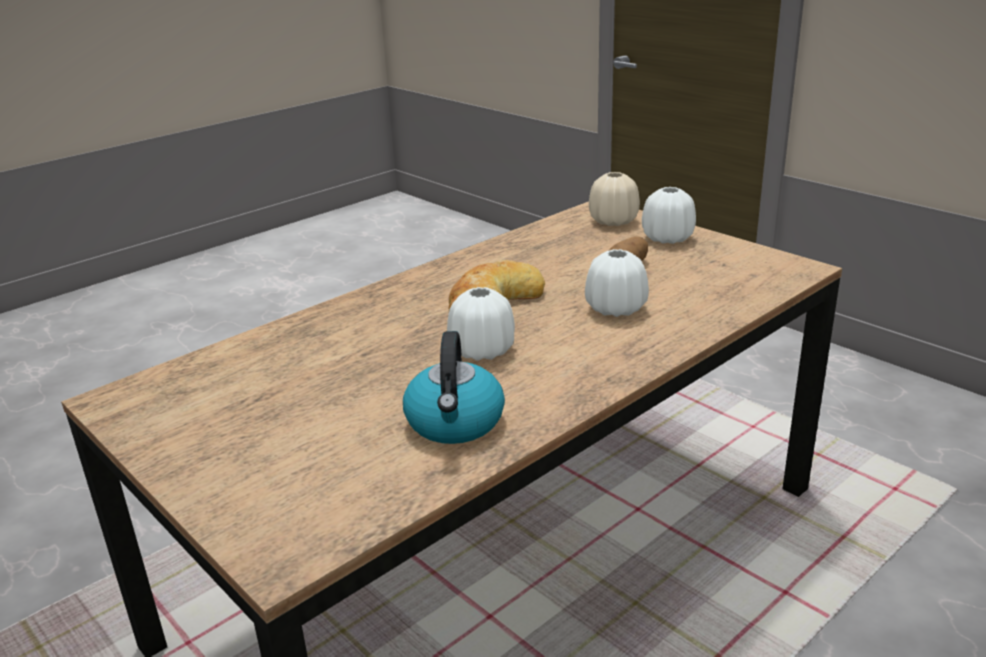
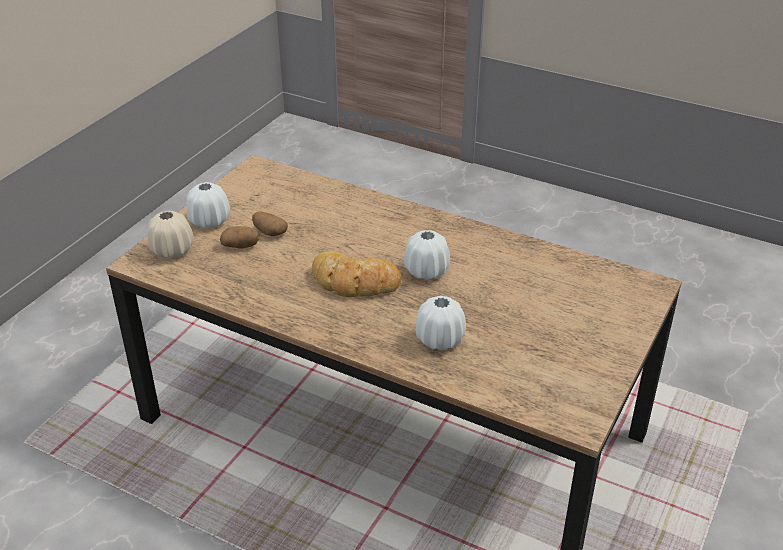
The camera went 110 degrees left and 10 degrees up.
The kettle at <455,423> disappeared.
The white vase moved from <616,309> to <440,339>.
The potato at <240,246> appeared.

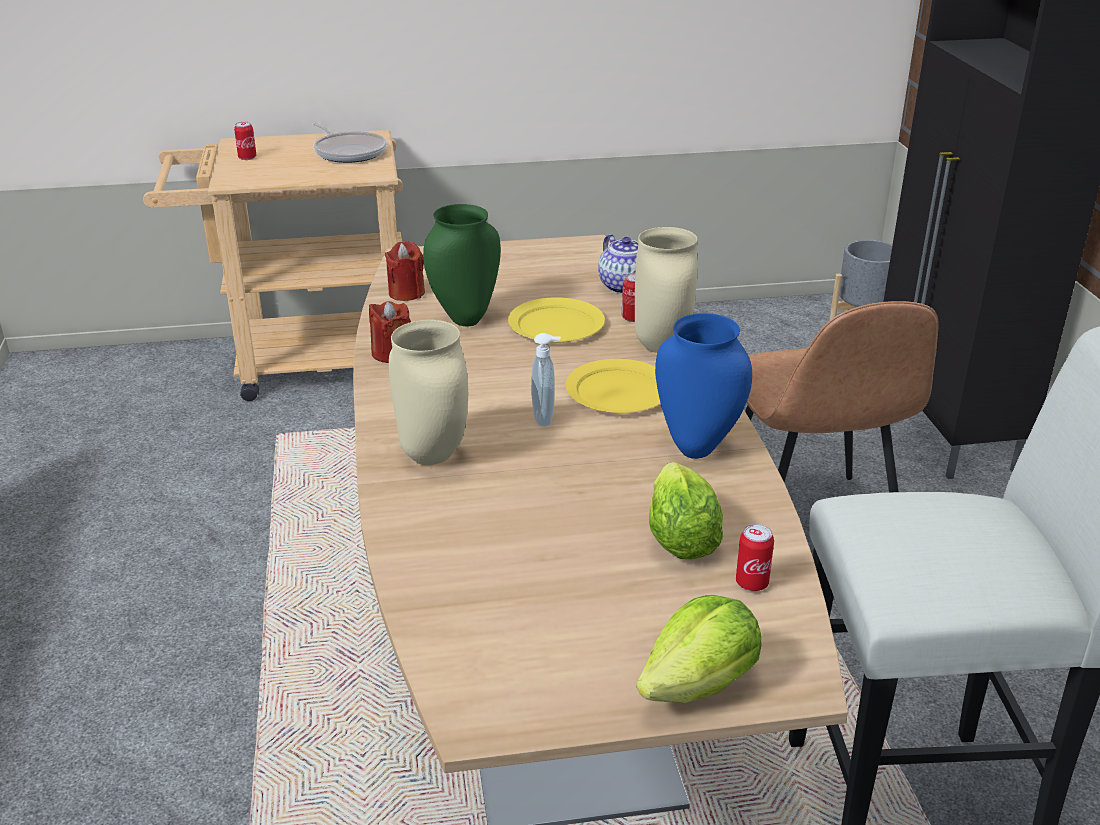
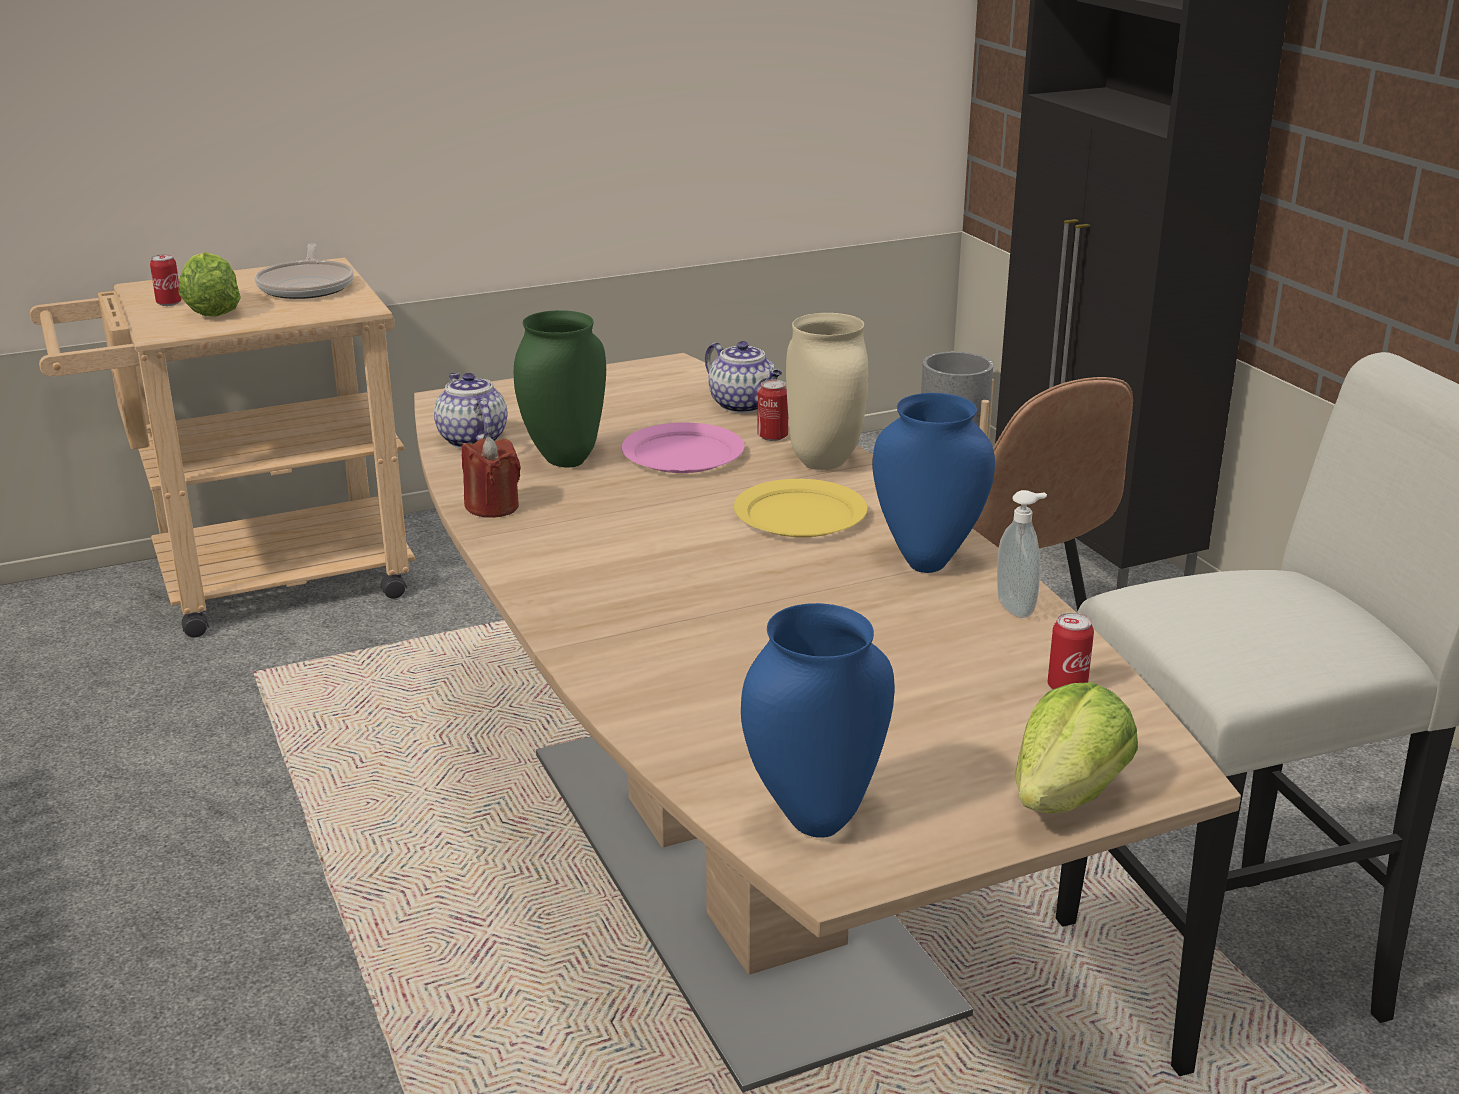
The camera went 15 degrees left and 5 degrees down.
The frying pan at <349,152> turned 45 degrees clockwise.
The red candle at <406,293> was replaced by the teapot at <471,439>.
The beige vase at <435,456> disappeared.
The yellow plate at <557,325> became the pink plate at <684,454>.
The soap dispenser moved from <545,418> to <1017,608>.
The lettuce moved from <680,538> to <211,310>.
The blue vase at <813,818> appeared.

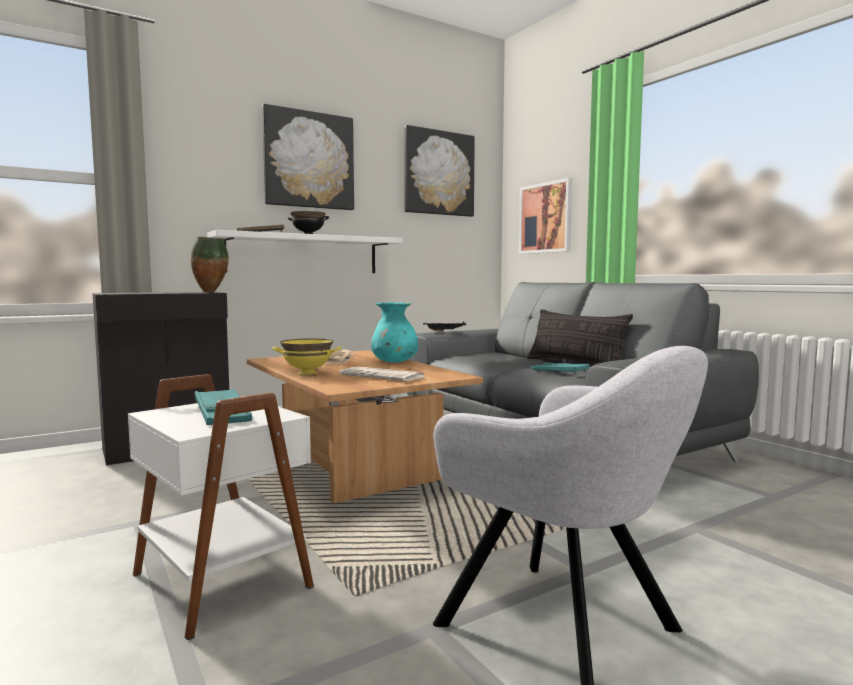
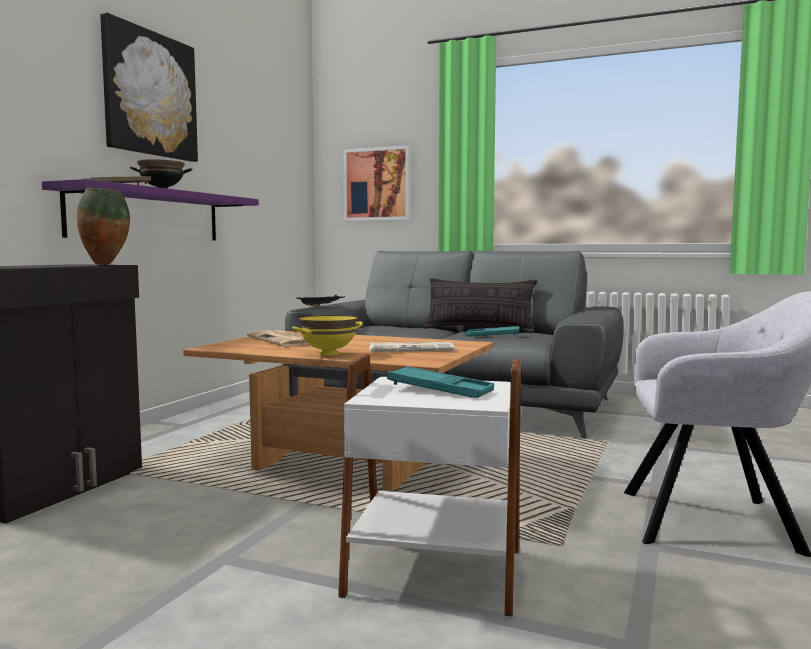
The camera went 35 degrees left and 0 degrees up.
The white shelf at <304,254> became the purple shelf at <148,215>.
The turquoise vase at <394,362> disappeared.
The picture at <438,173> disappeared.

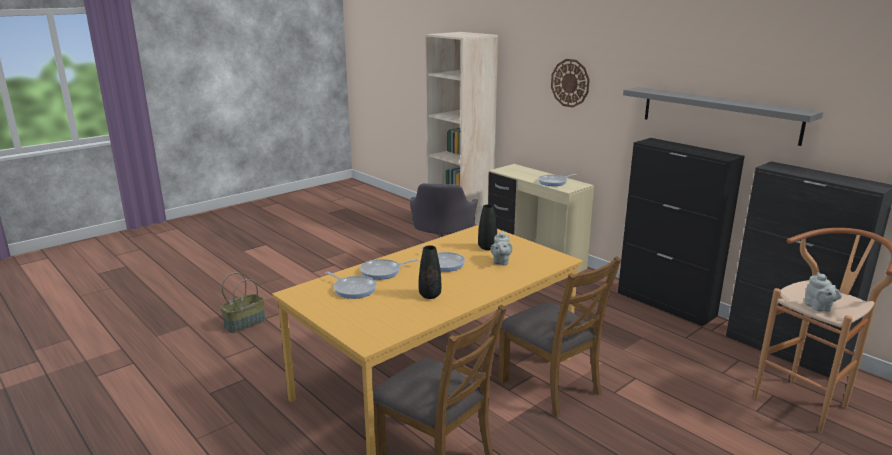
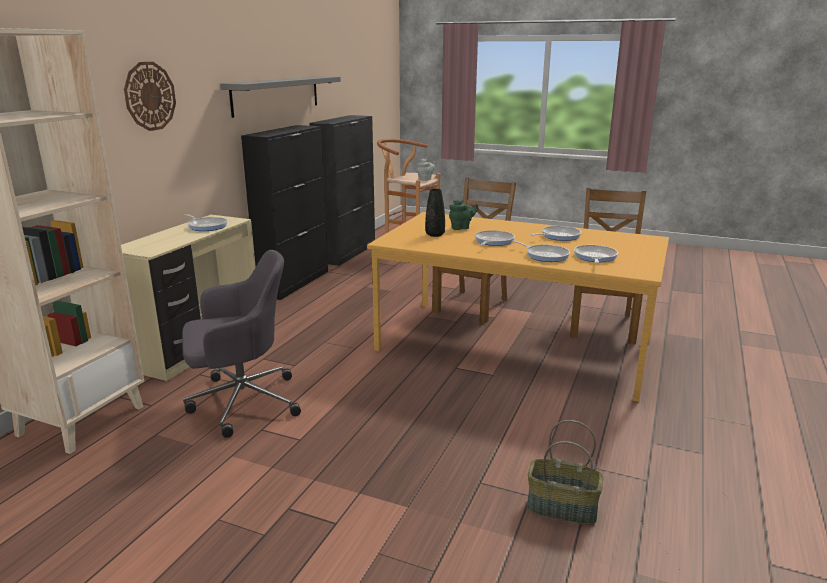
The camera went 115 degrees left and 0 degrees up.
The black vase at <430,295> was replaced by the frying pan at <558,236>.
The grey teapot at <500,262> became the green teapot at <461,228>.

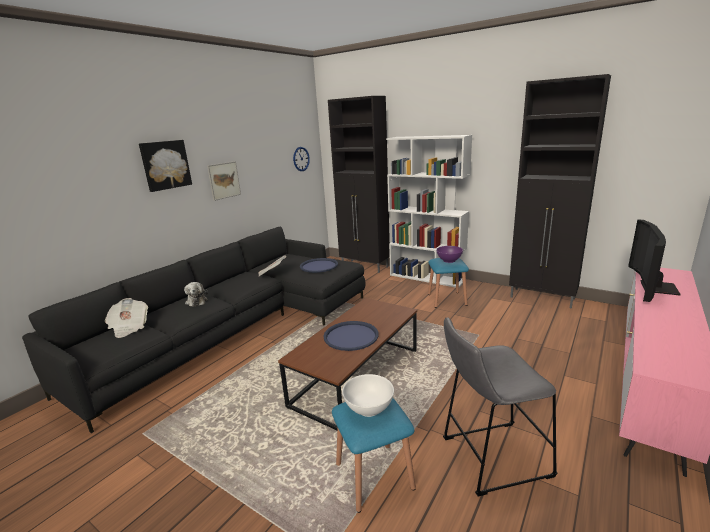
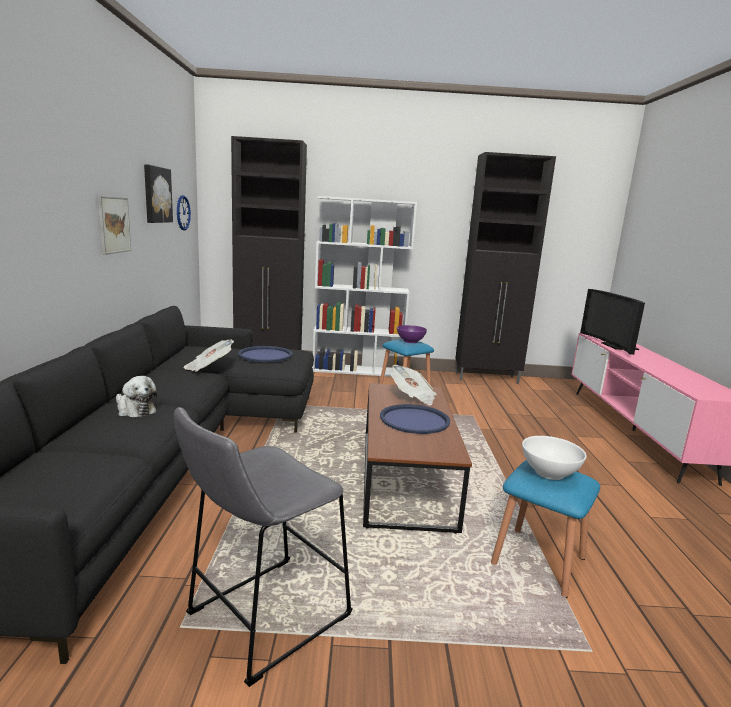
The camera went 35 degrees left and 5 degrees down.
The newspaper moved from <129,327> to <413,397>.
The picture moved from <165,165> to <156,195>.
The grey stool moved from <490,457> to <261,619>.

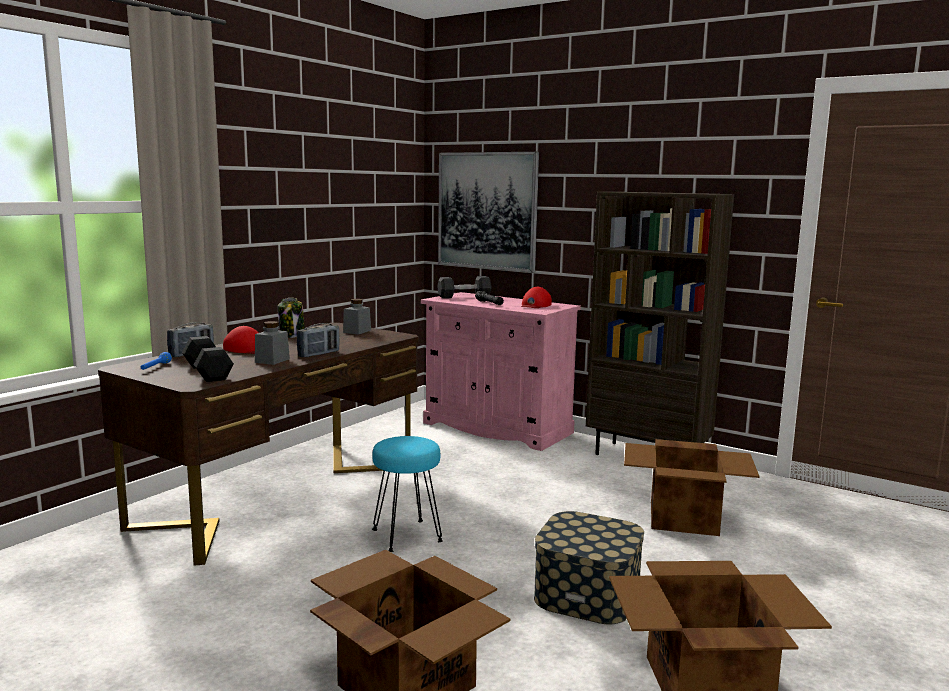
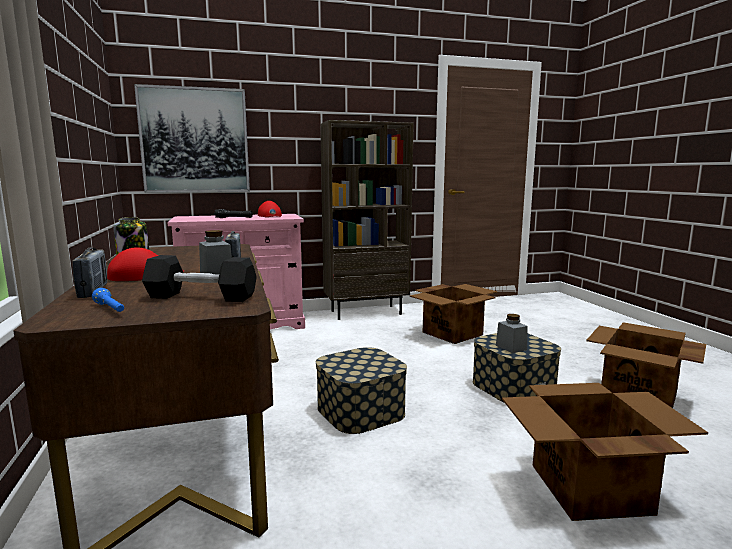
The camera went 50 degrees left and 0 degrees up.
The grey jar moved from <357,331> to <511,347>.
The turquoise stool at <406,536> was replaced by the storage box at <360,410>.
The black dumbbell at <464,296> disappeared.

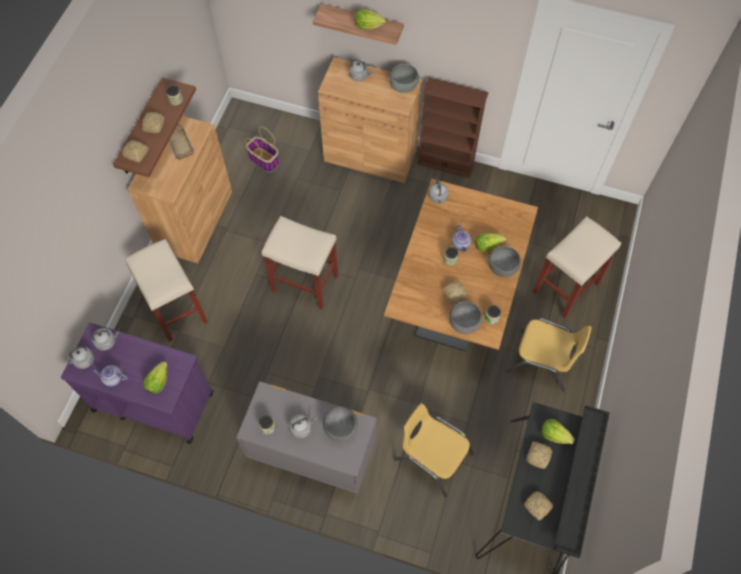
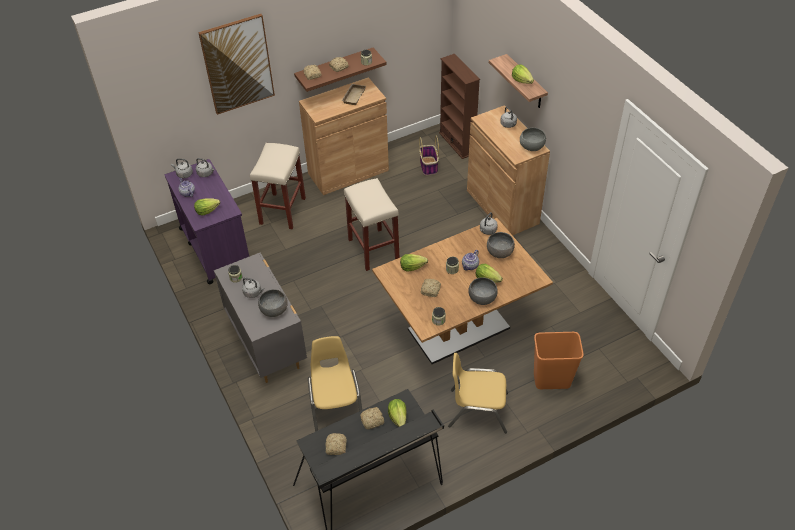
The camera went 45 degrees right and 15 degrees down.
The brown bookcase moved from <445,163> to <457,143>.
The grey bowl moved from <464,323> to <499,252>.
The yellow chair at <541,361> turned 120 degrees clockwise.
The beige stool at <566,287> was replaced by the orange trash can at <552,379>.
The picture at <237,64> appeared.
The lettuce at <412,267> appeared.

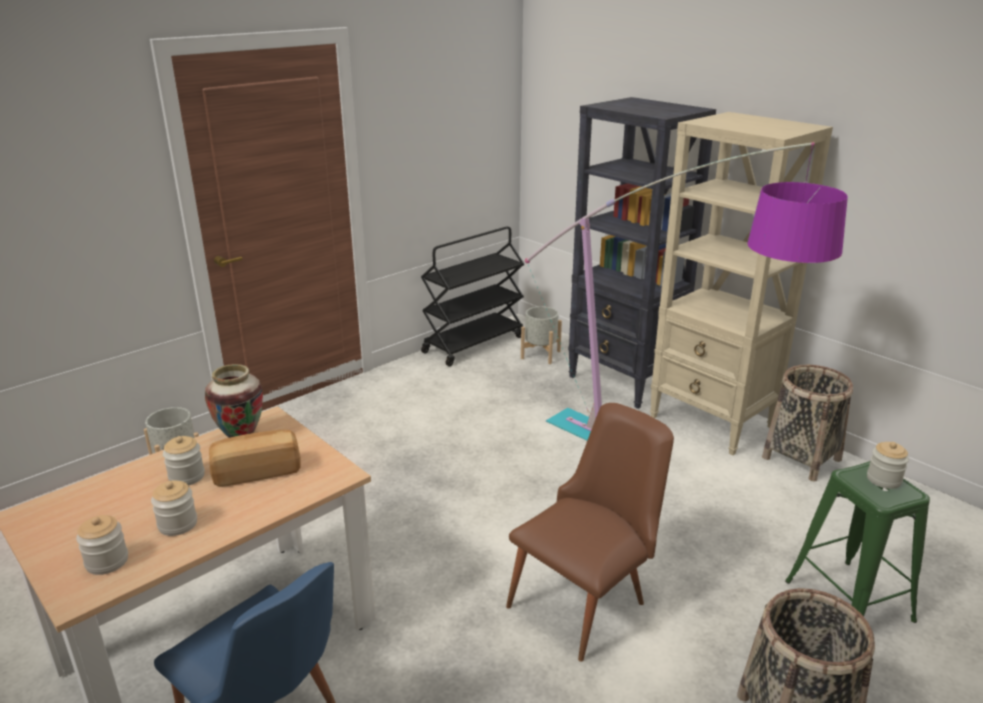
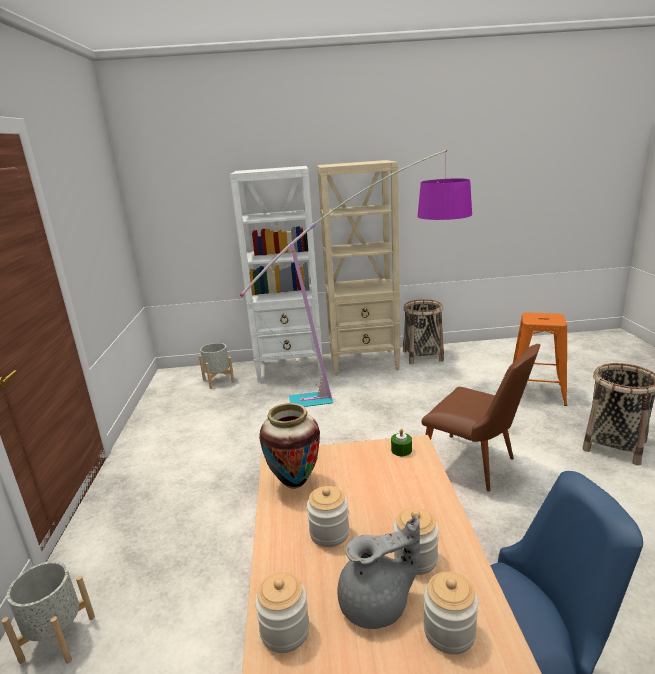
The camera went 50 degrees left and 5 degrees down.
The bread at <257,471> disappeared.
The black cart at <473,344> disappeared.
The brown chair at <587,600> turned 135 degrees clockwise.
The black bookcase at <625,381> became the white bookcase at <291,368>.
The green stool at <848,600> became the orange stool at <535,392>.
The jar moved from <883,479> to <285,631>.
The grey teapot at <377,604> appeared.
The green candle at <401,450> appeared.

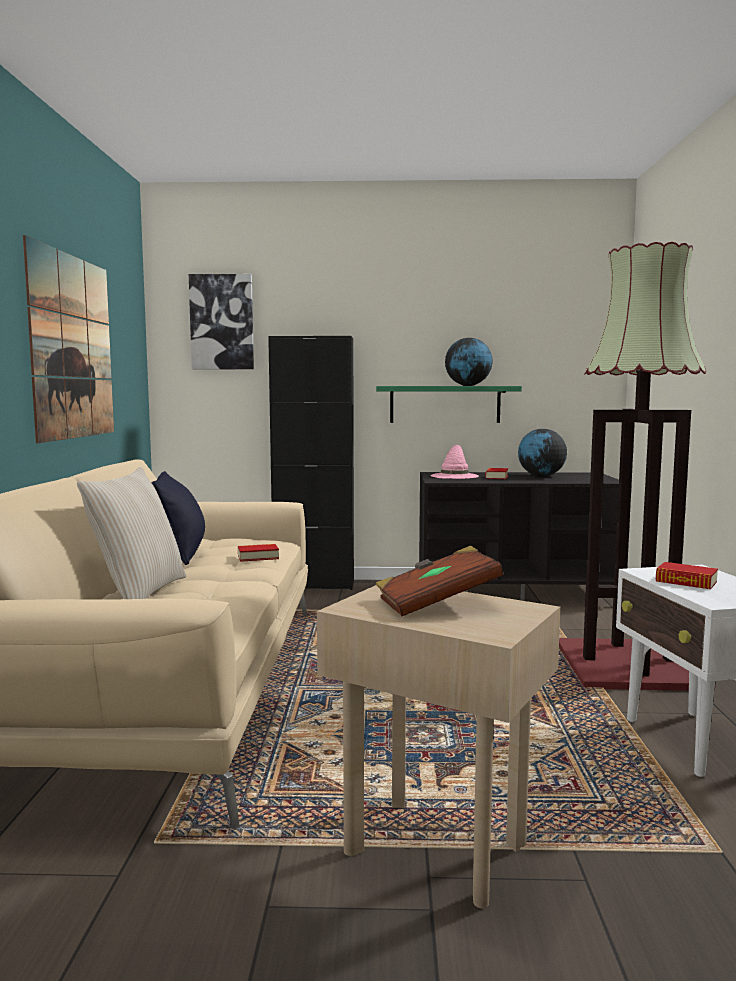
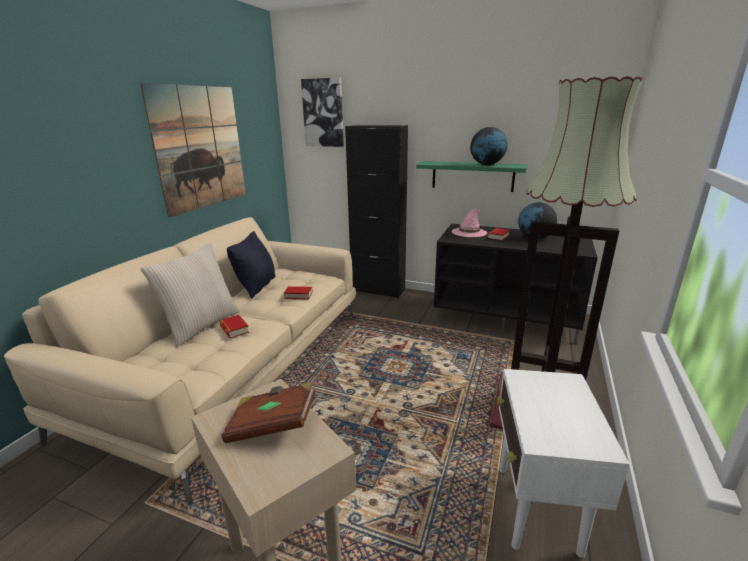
The camera went 20 degrees right and 15 degrees up.
The book moved from <686,582> to <234,329>.

